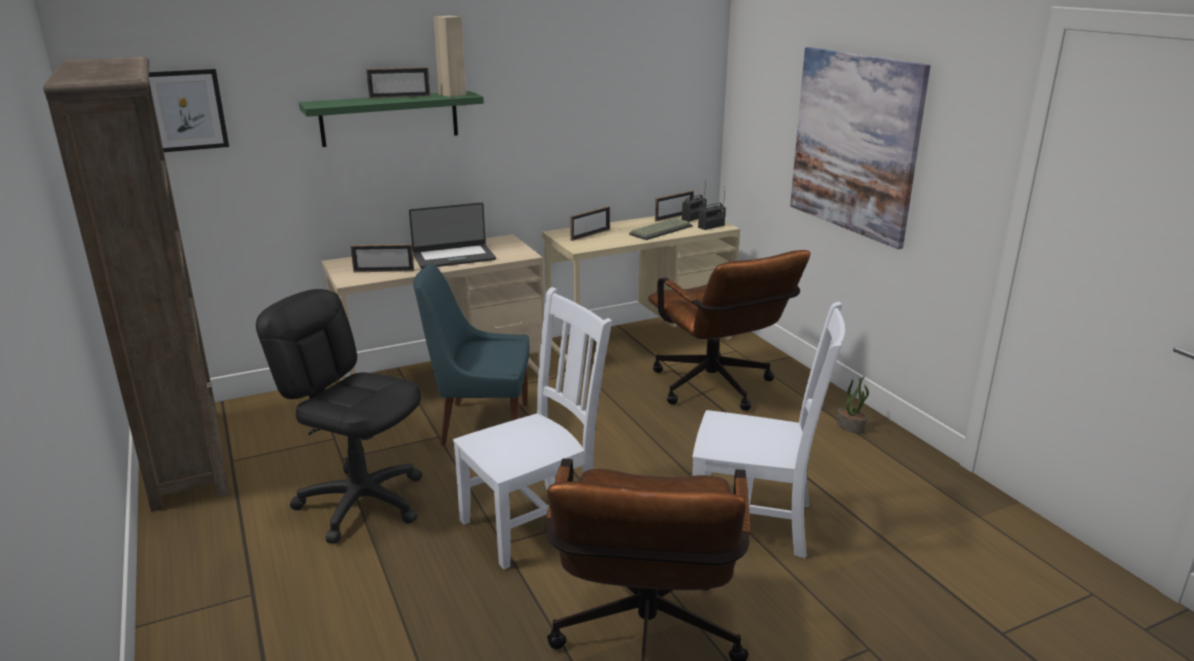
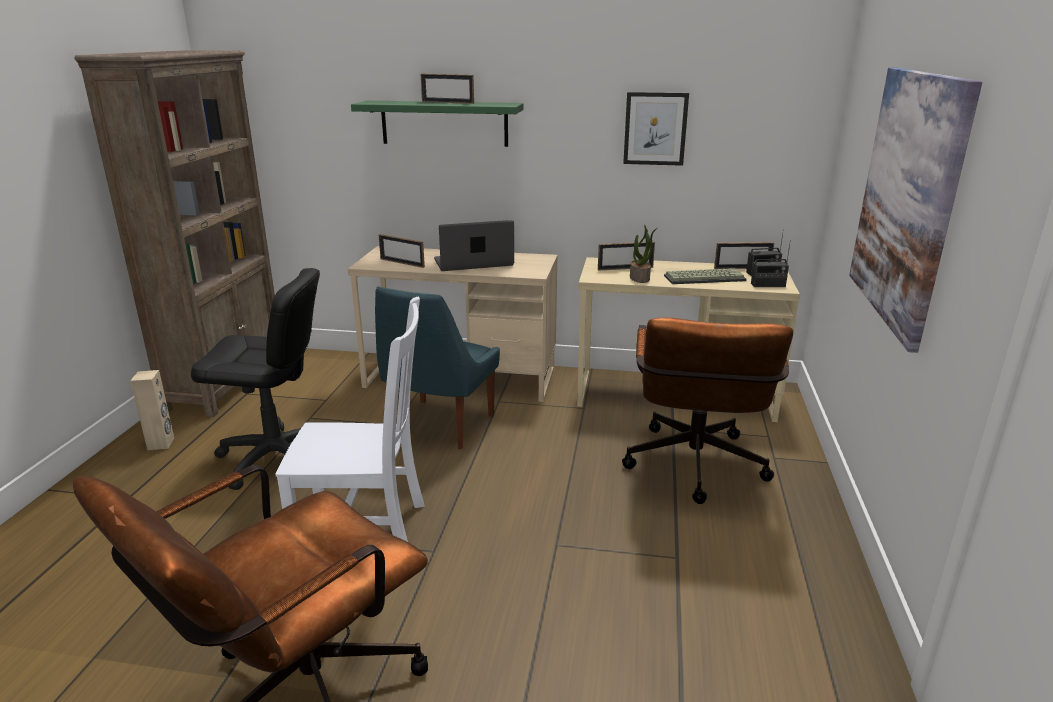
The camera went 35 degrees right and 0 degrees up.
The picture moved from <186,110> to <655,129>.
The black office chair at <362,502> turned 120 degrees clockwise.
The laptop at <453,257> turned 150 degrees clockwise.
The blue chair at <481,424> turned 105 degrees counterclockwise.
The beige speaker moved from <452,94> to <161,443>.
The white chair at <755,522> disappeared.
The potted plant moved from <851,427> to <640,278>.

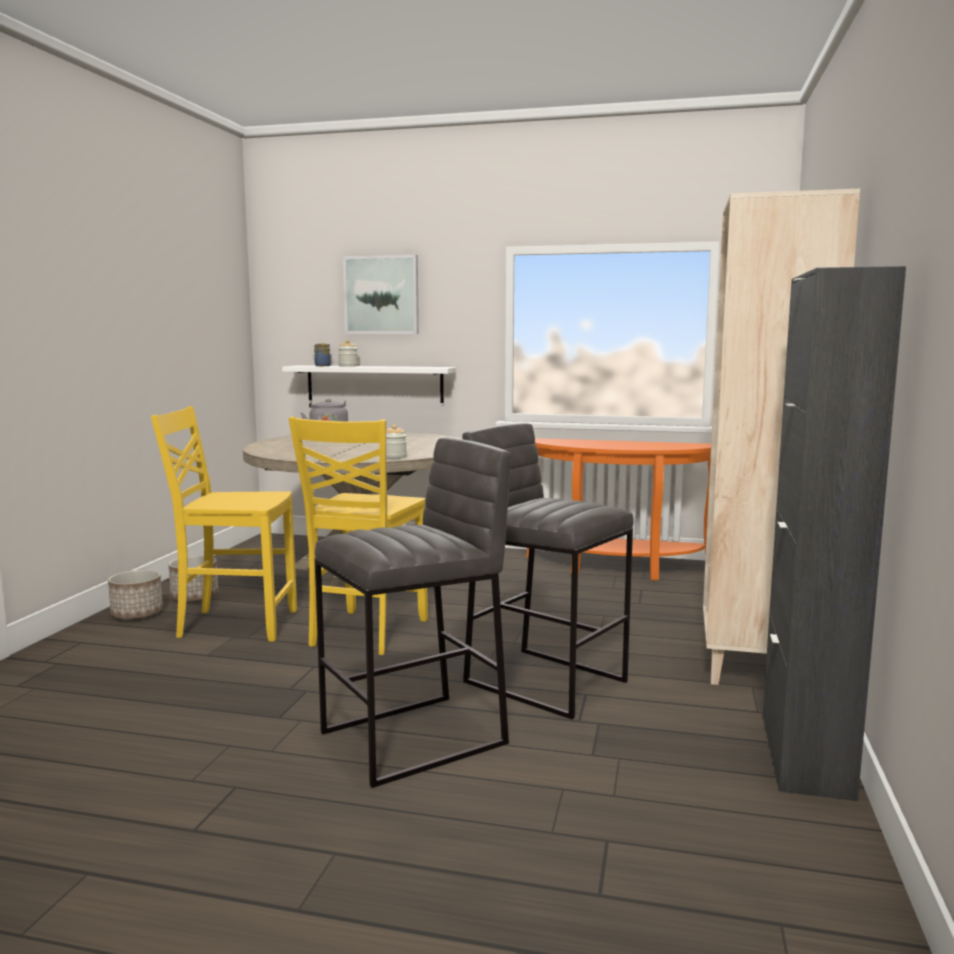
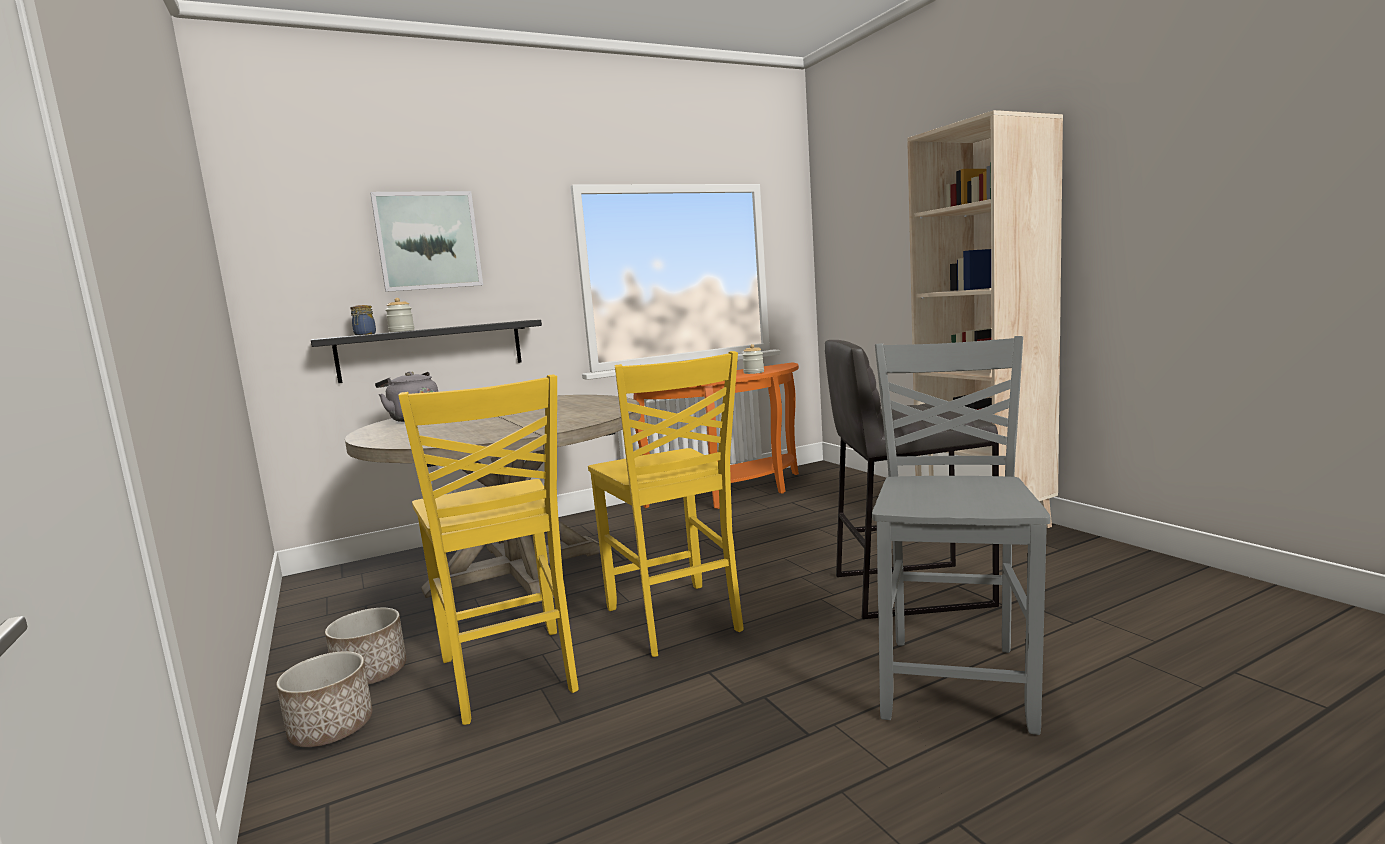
The camera went 40 degrees left and 0 degrees up.
The yellow chair at <236,624> turned 75 degrees counterclockwise.
The white shelf at <374,383> became the black shelf at <431,350>.
The grey stool at <415,738> was replaced by the grey chair at <956,680>.
The jar moved from <394,457> to <753,372>.
The black cabinet at <805,755> disappeared.

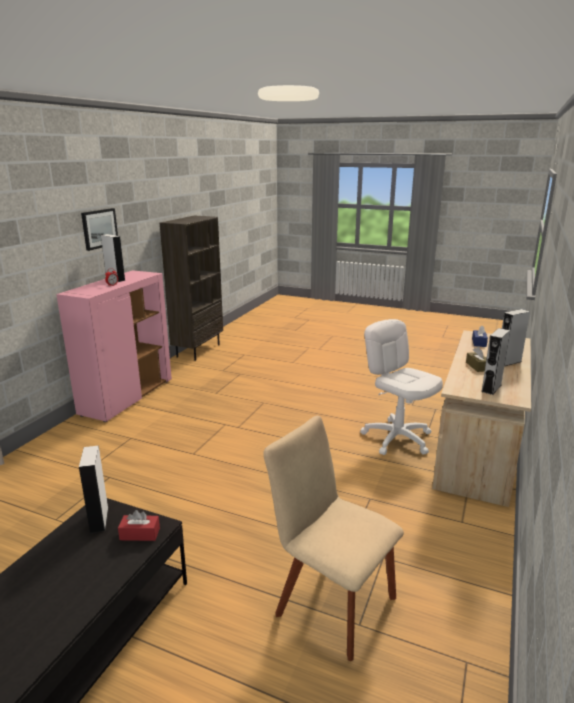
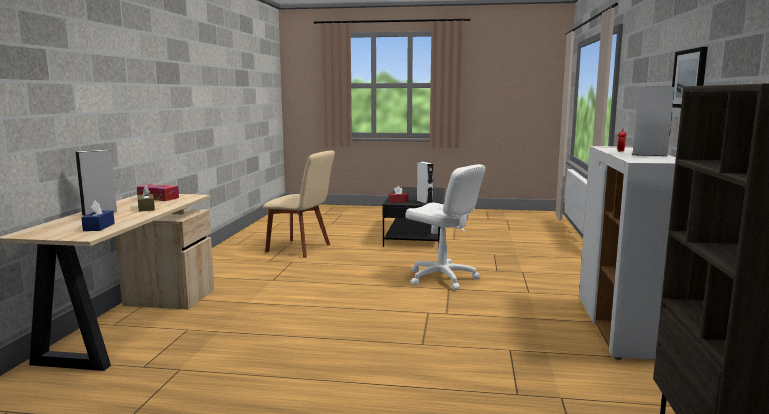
The camera went 165 degrees right and 10 degrees down.
The pink cabinet at <127,397> became the white cabinet at <621,328>.
The white office chair moved from <397,438> to <442,278>.
The grey speaker at <491,388> was replaced by the tissue box at <158,198>.

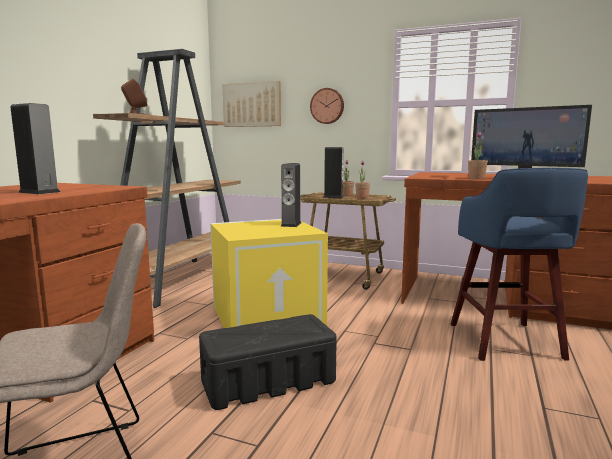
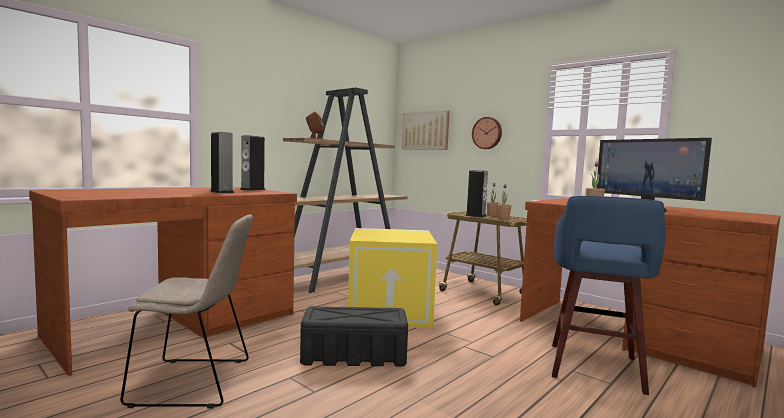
The camera went 20 degrees right and 5 degrees down.
The speaker moved from <291,224> to <252,189>.

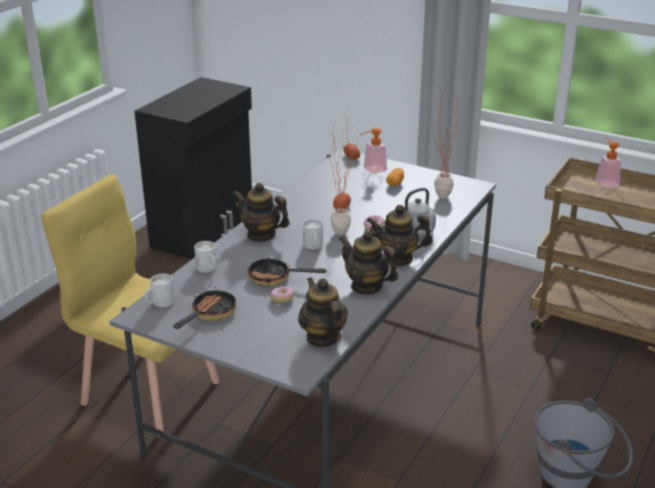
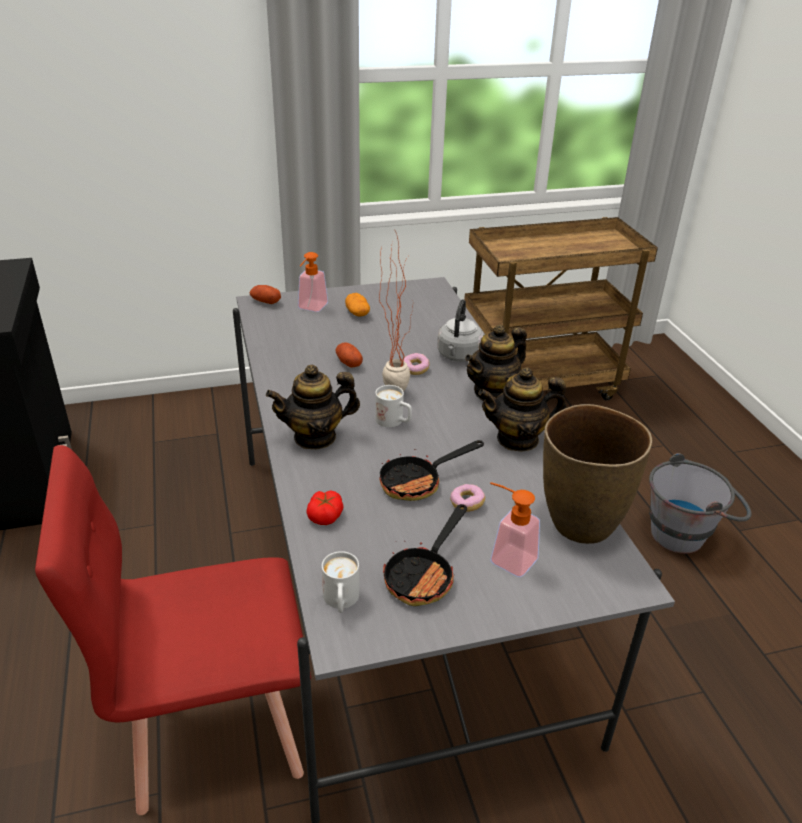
The camera went 45 degrees left and 5 degrees up.
The yellow chair at <150,391> became the red chair at <213,725>.
The frying pan at <209,314> turned 135 degrees counterclockwise.
The white mug at <208,269> was replaced by the tomato at <325,515>.
The teapot at <323,337> was replaced by the brown vase at <579,524>.
The potted plant at <437,198> disappeared.
The soap dispenser moved from <605,182> to <506,557>.

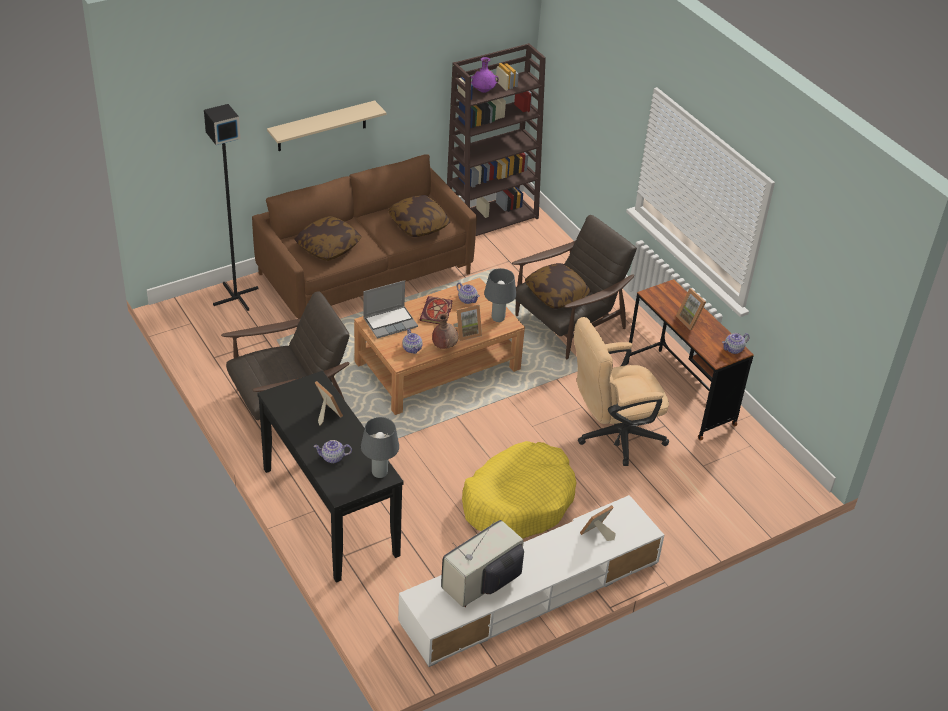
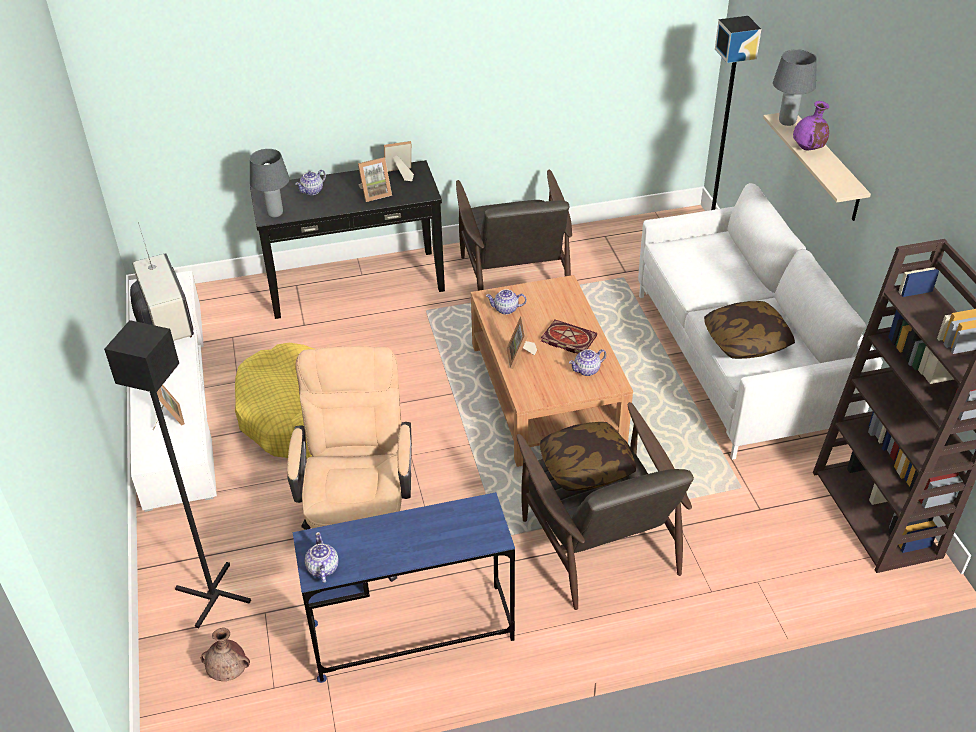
The camera went 110 degrees right and 0 degrees up.
The brown sofa at <365,274> became the white sofa at <740,360>.
The pillow at <328,247> disappeared.
The teapot at <333,458> turned 150 degrees counterclockwise.
The laptop at <390,322> disappeared.
The brown vase moved from <444,346> to <229,672>.
The purple vase moved from <483,91> to <808,149>.
The grey table lamp moved from <497,318> to <787,122>.
The brown desk at <679,393> became the blue desk at <411,633>.
The picture frame moved from <690,320> to <399,174>.
The black floor lamp at <213,596> appeared.

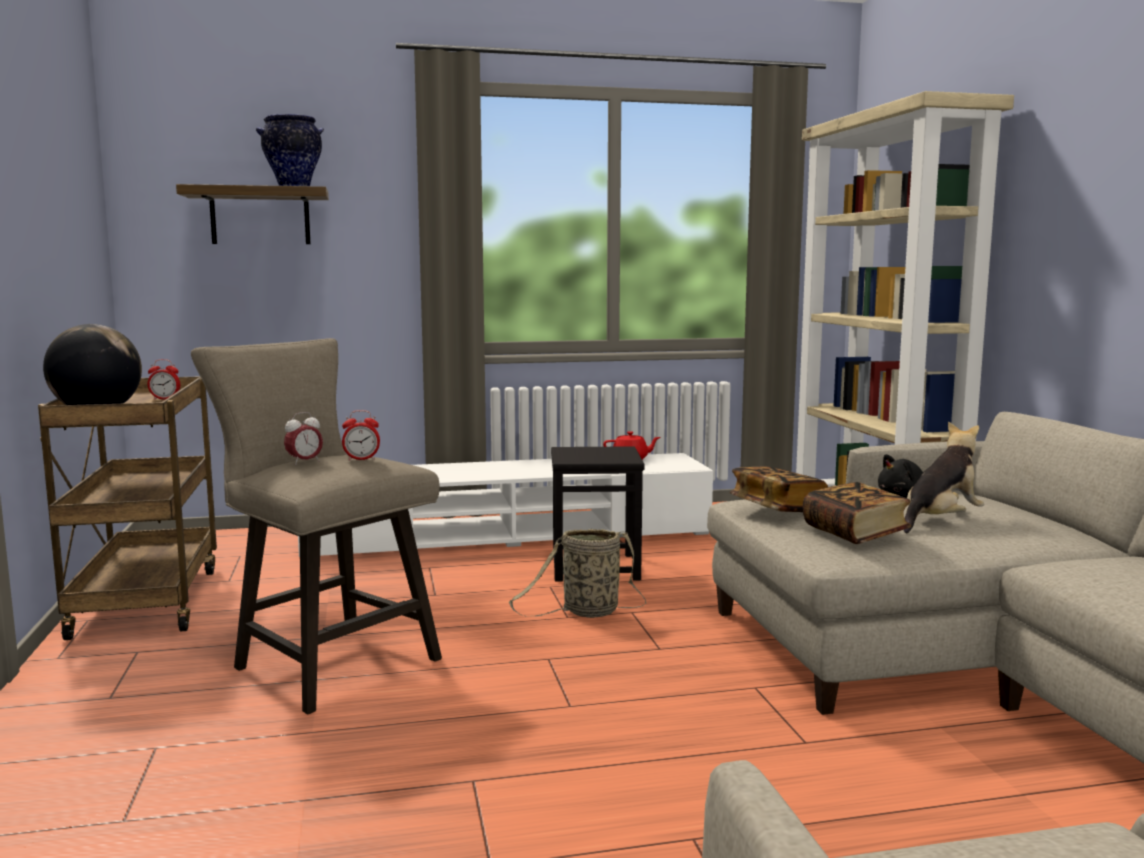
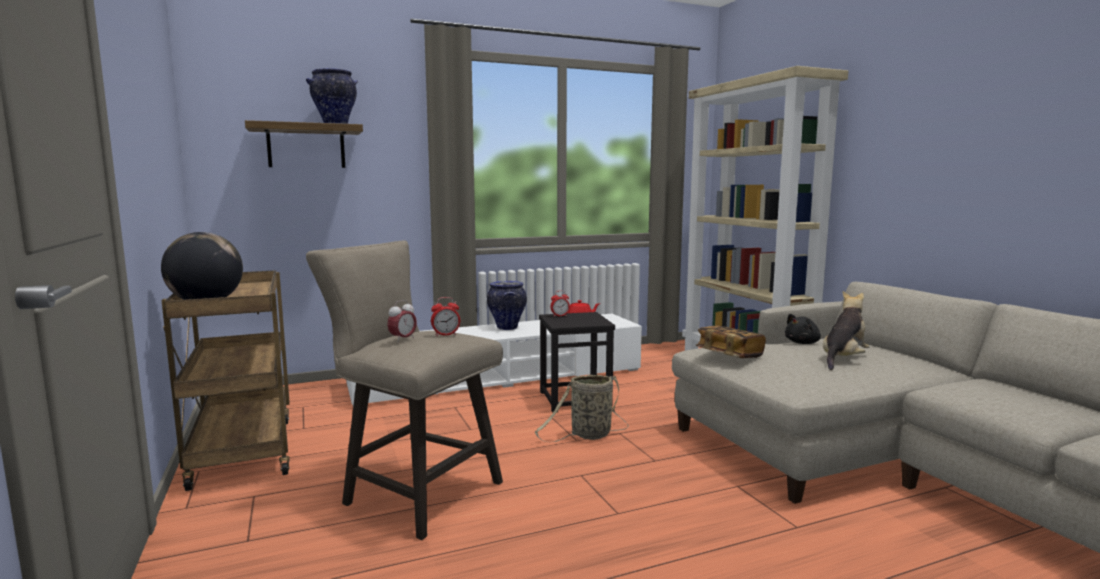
The camera went 10 degrees left and 0 degrees up.
The alarm clock moved from <165,399> to <560,316>.
The book at <855,533> disappeared.
The vase at <506,327> appeared.

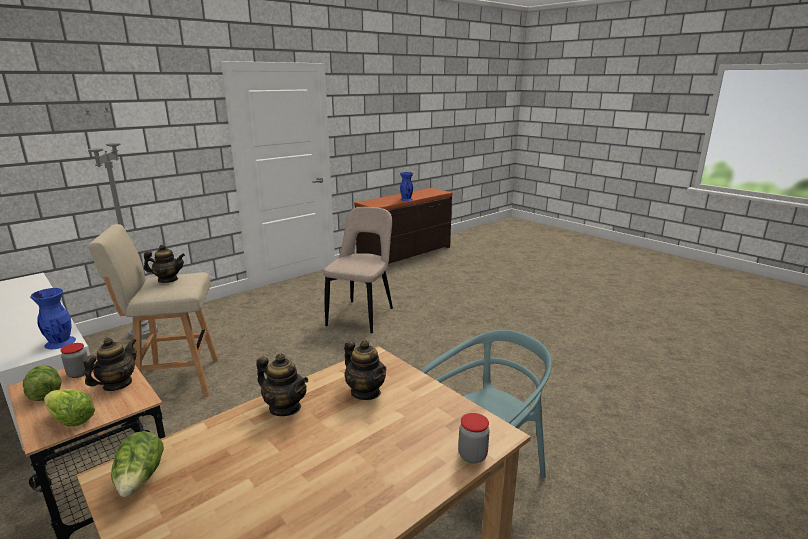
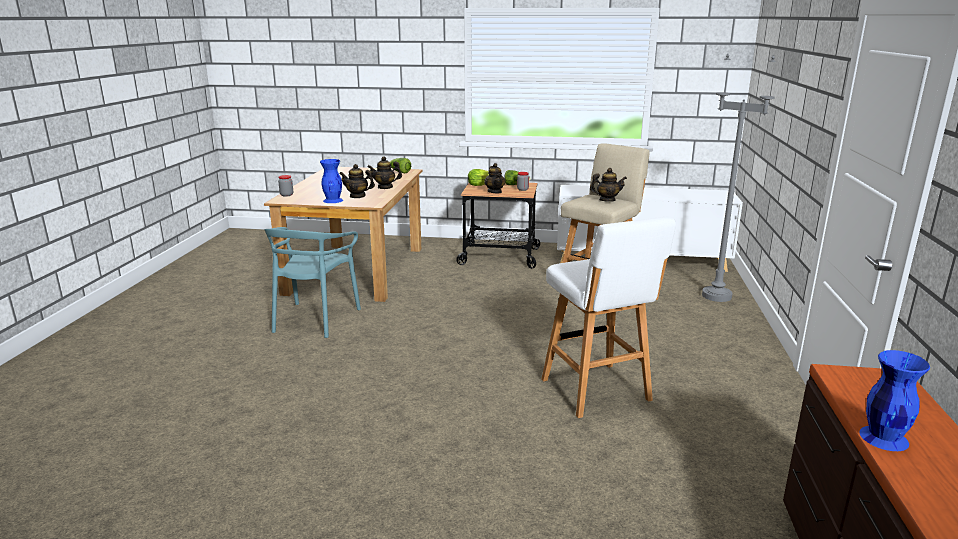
The camera went 140 degrees right and 0 degrees up.
The blue vase moved from <60,342> to <333,200>.
The teapot at <168,280> turned 135 degrees counterclockwise.
The beige chair at <362,315> was replaced by the white stool at <597,392>.

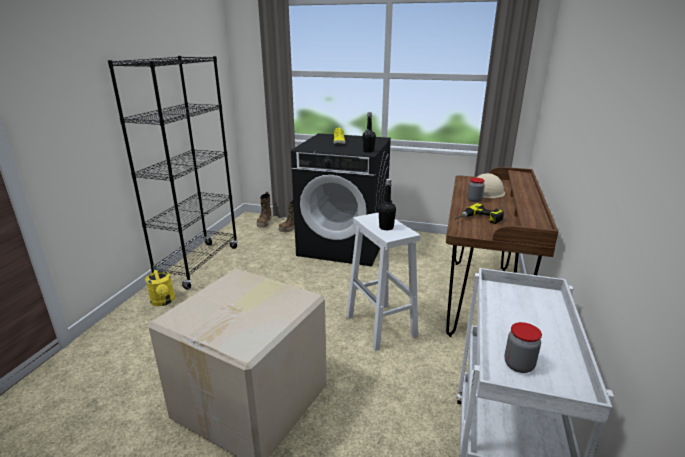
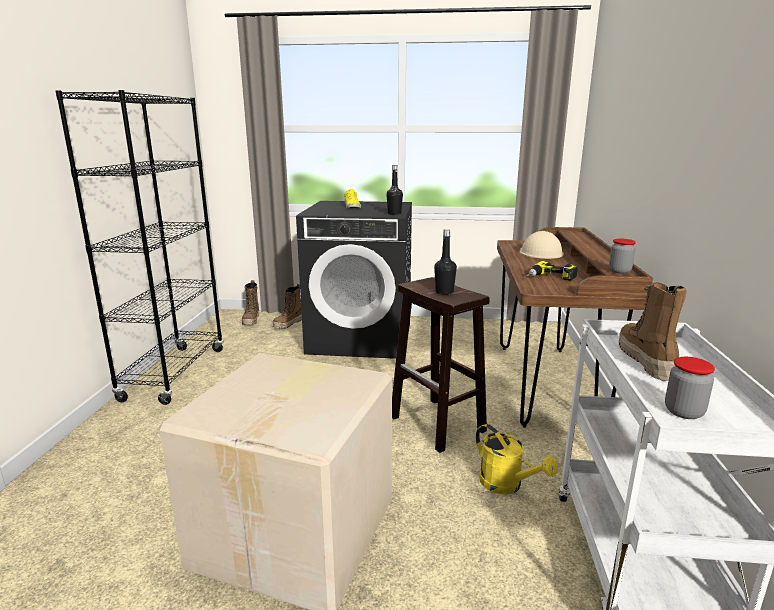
The camera went 10 degrees left and 5 degrees down.
The yellow watering can moved from <163,301> to <507,485>.
The white stool at <381,326> became the brown stool at <438,424>.
The jar moved from <474,200> to <619,271>.
The boot at <645,360> appeared.

